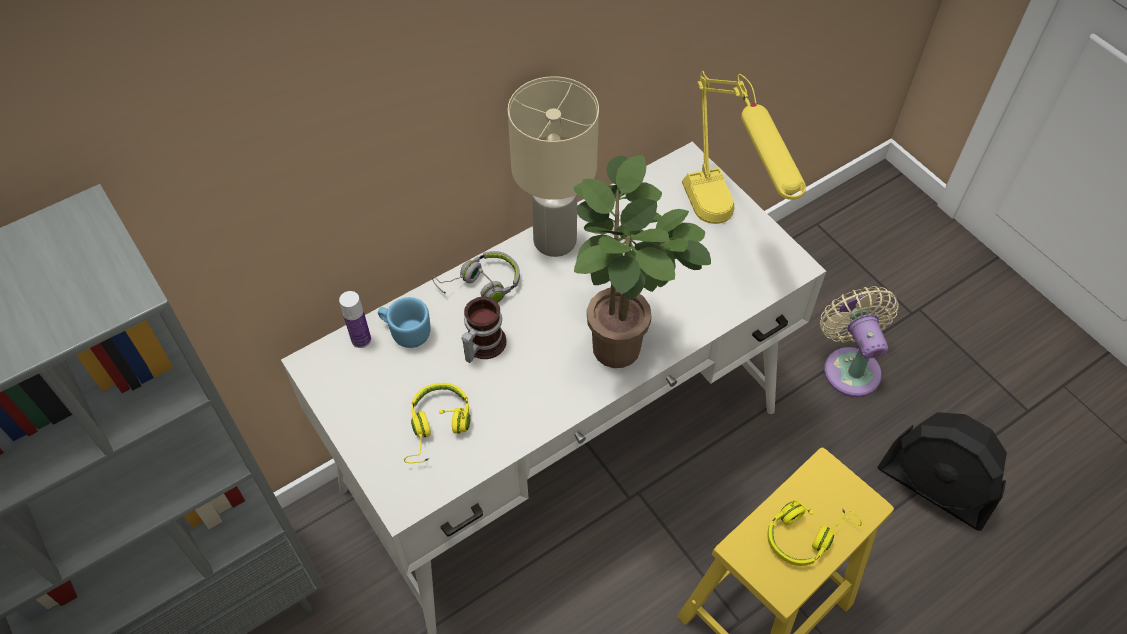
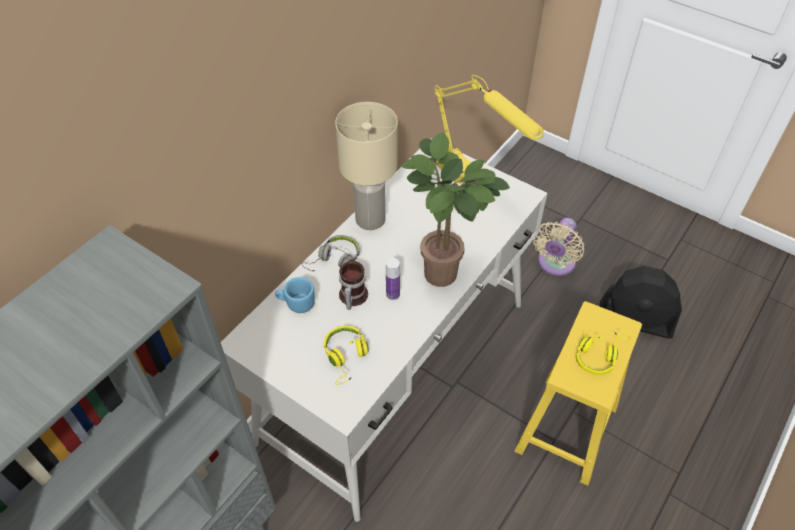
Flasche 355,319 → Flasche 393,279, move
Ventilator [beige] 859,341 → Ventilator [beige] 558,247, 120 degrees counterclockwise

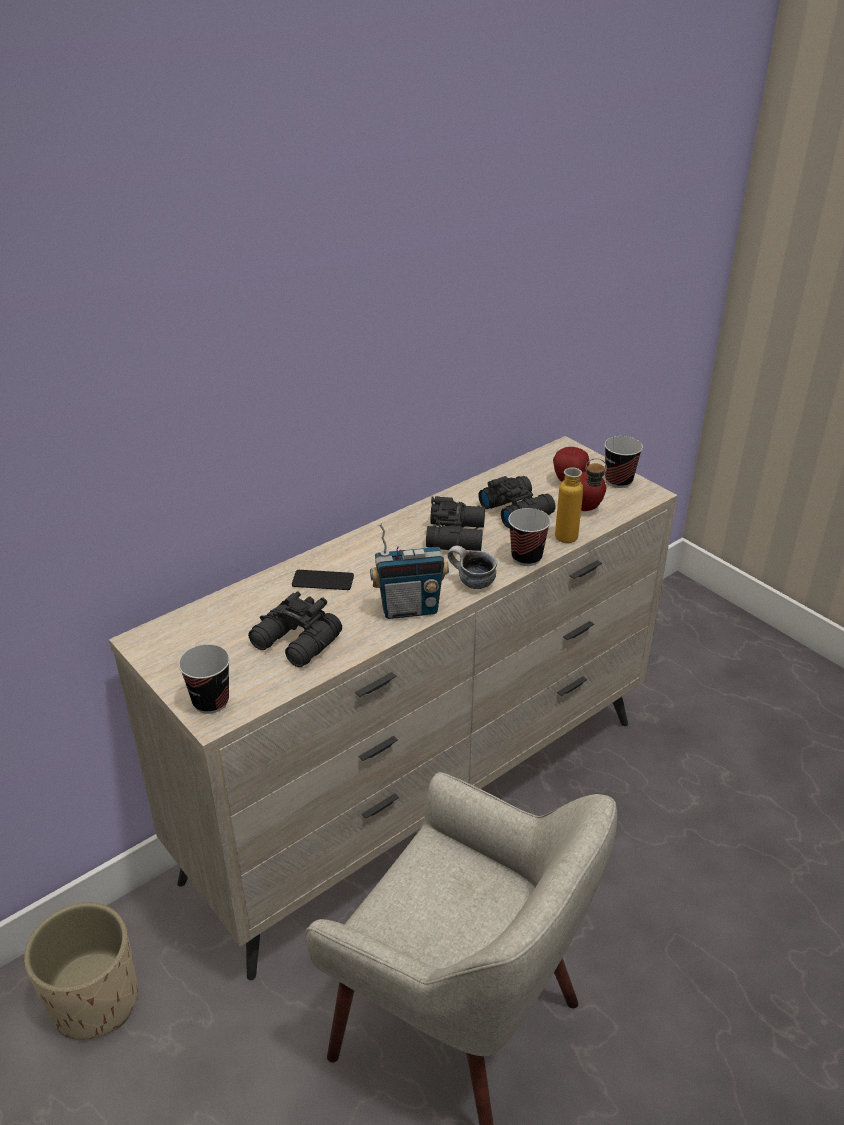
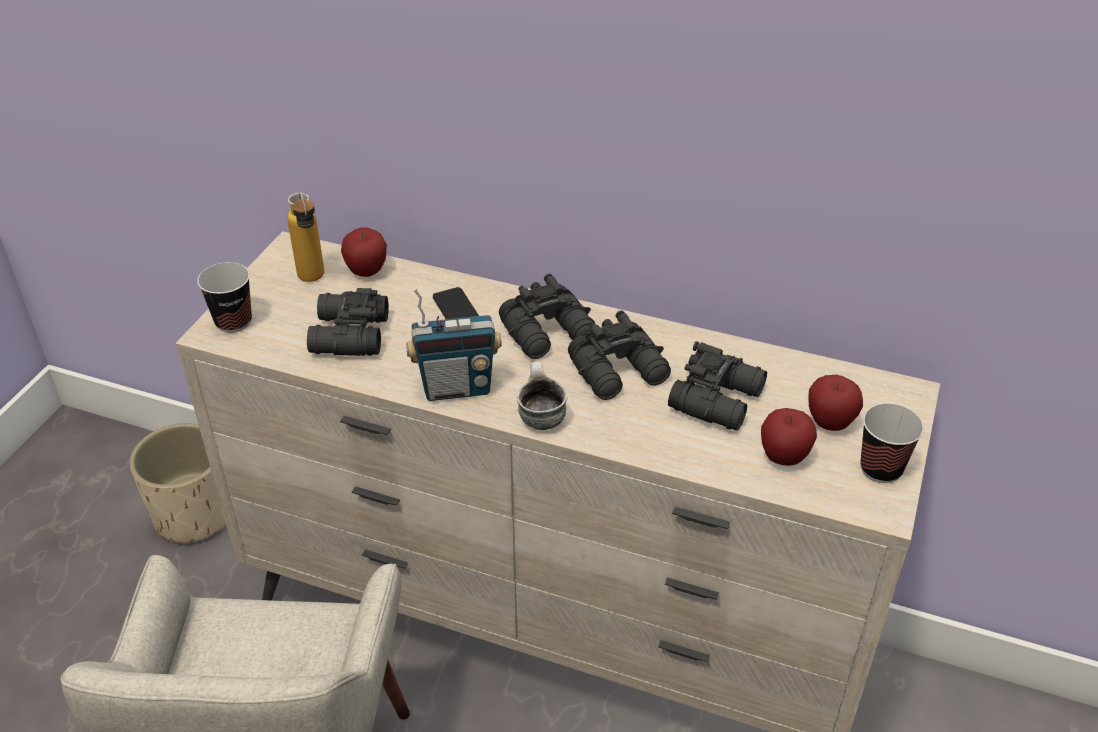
Flasche 581,500 → Flasche 306,237, move
- → Apfel 364,252
Radio 409,571 → Radio 454,344, 60 degrees counterclockwise
- → Fernglas [schwarz] 547,316
Tasse 529,537 → -

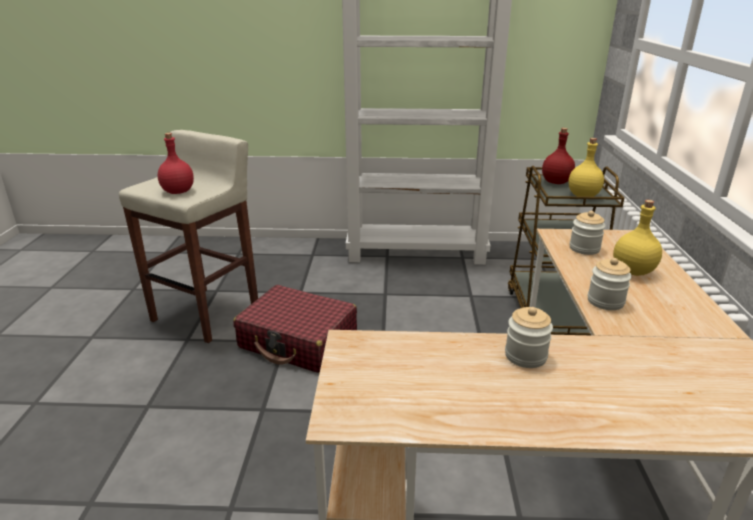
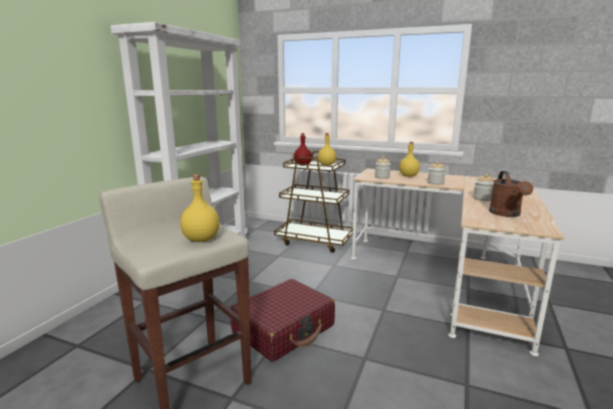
Flasche [rot] 176,163 → Flasche [gelb] 200,208
- → Gießkanne [braun] 511,194

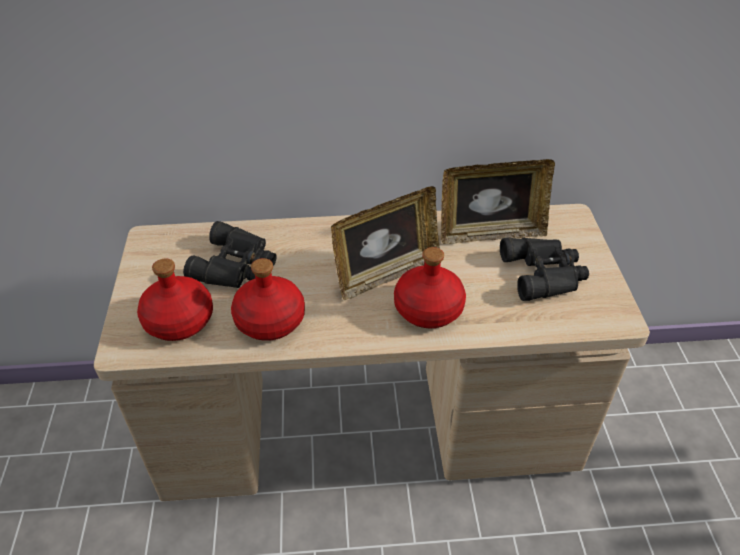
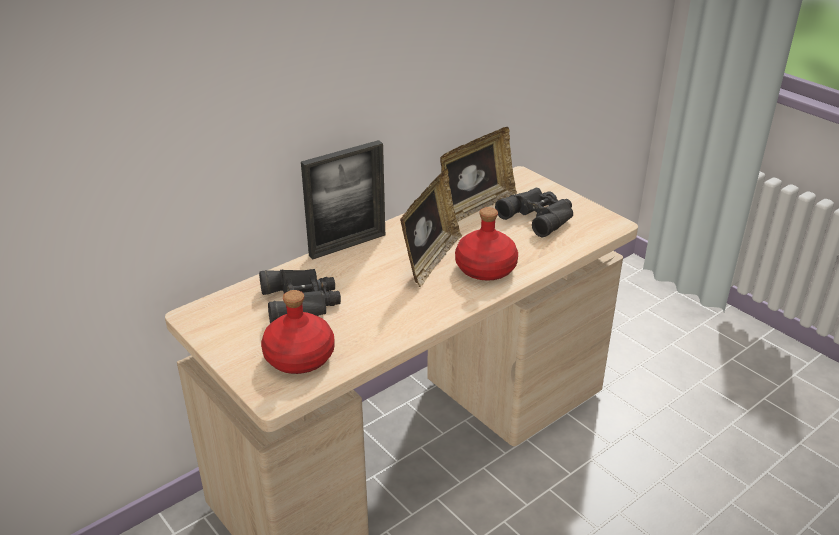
- → Bilderrahmen 343,199
Flasche [rot] 268,299 → -

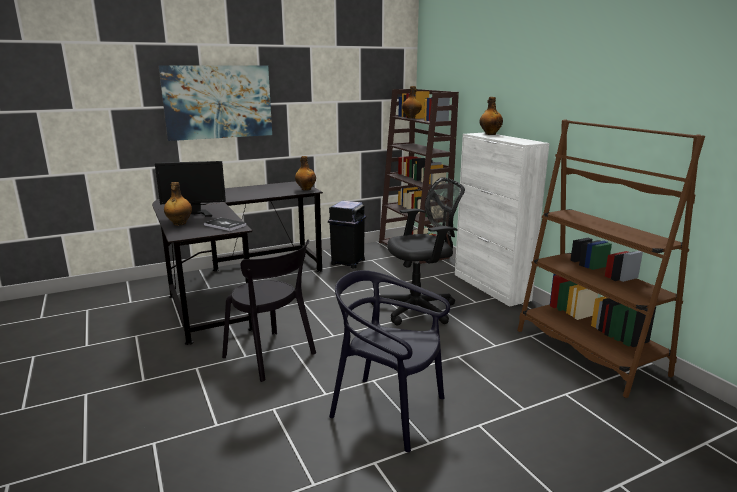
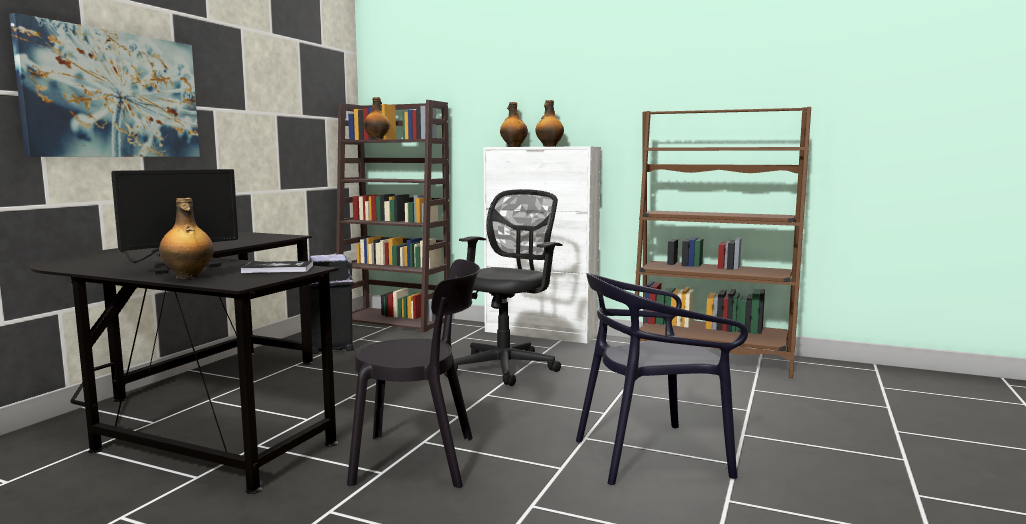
Flasche 305,173 → Flasche 549,123, move

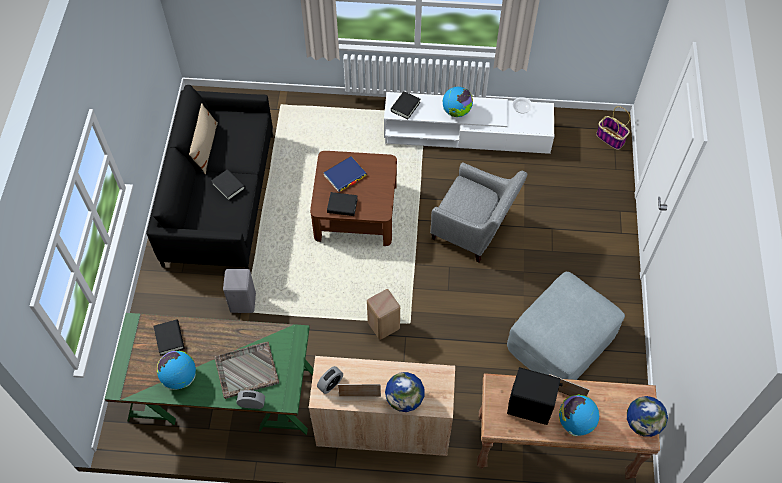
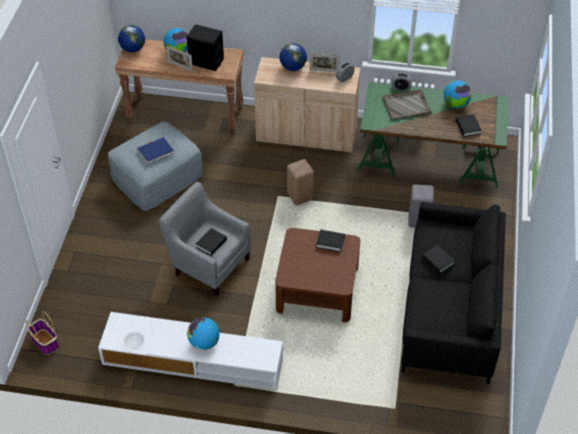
Buch [blau] 345,174 → Buch [blau] 156,150, move
Buch [schwarz] 405,105 → Buch [schwarz] 211,242, move
Kissen [beige] 203,138 → -

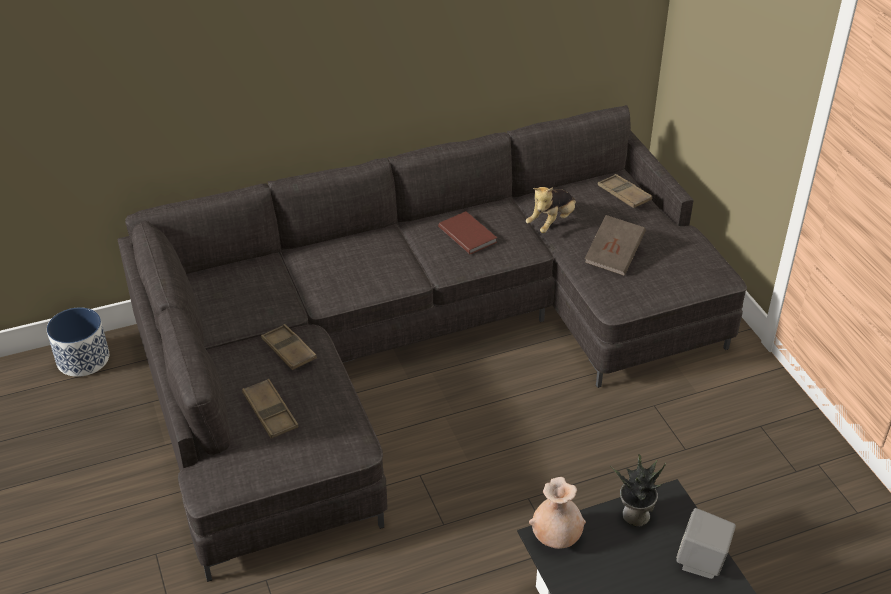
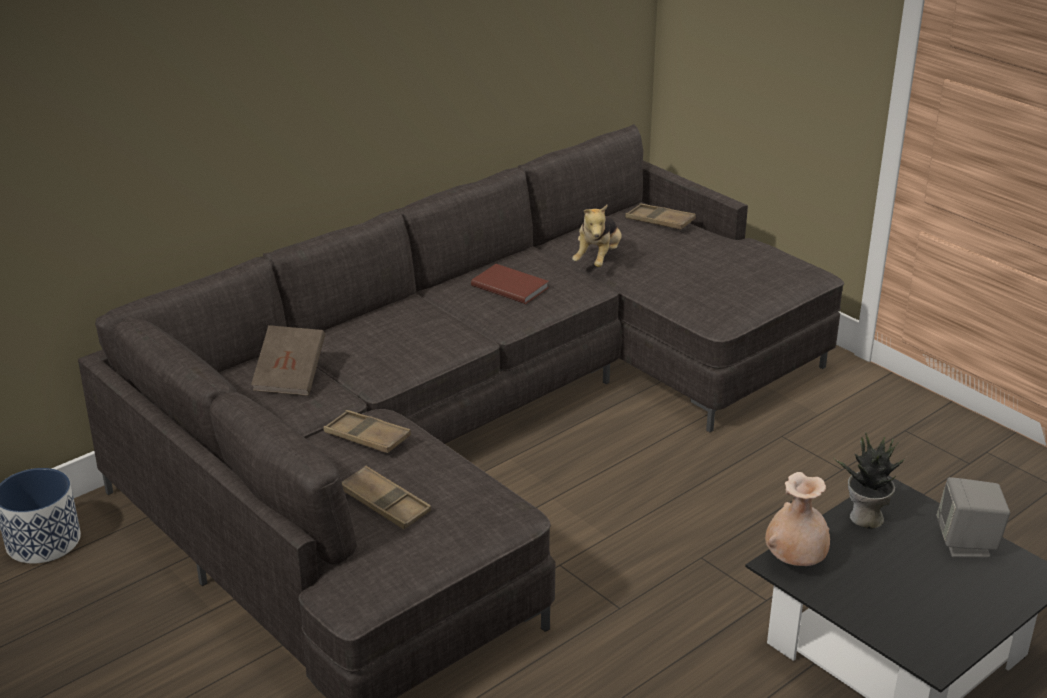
Buch [braun] 615,245 → Buch [braun] 288,360, move

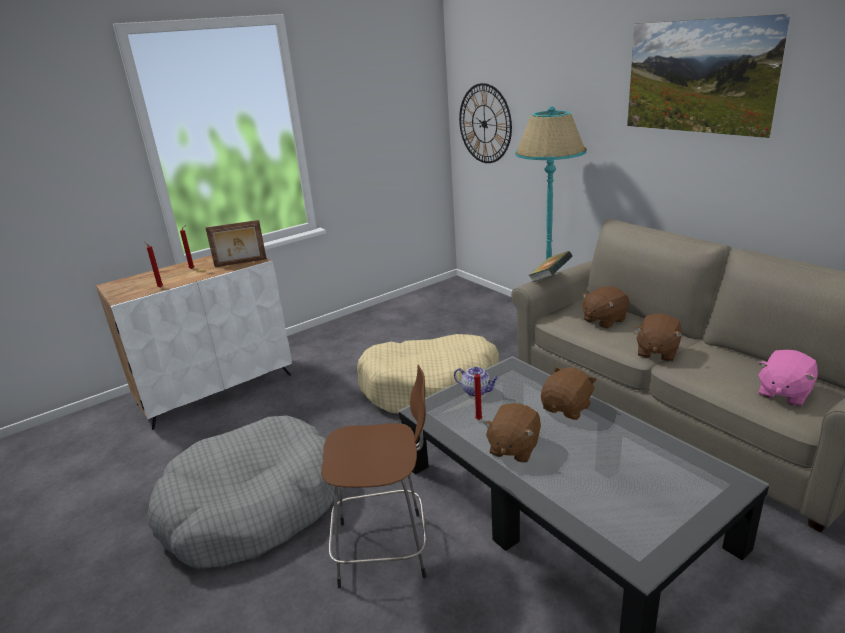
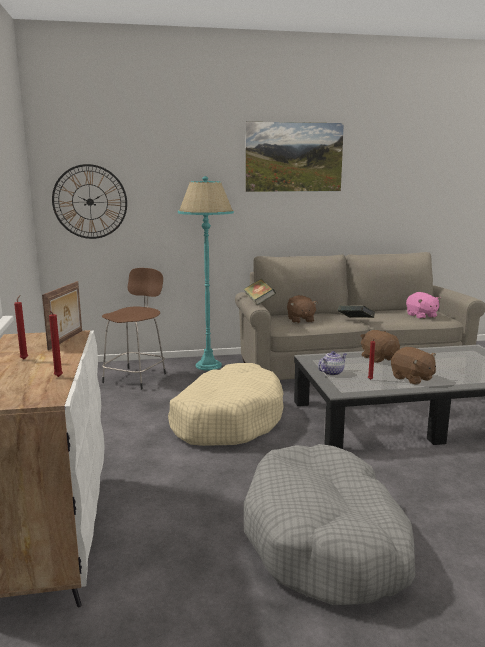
Hocker [braun] 374,476 → Hocker [braun] 134,329, move
Plüschtier [braun] 658,338 → Buch 357,312

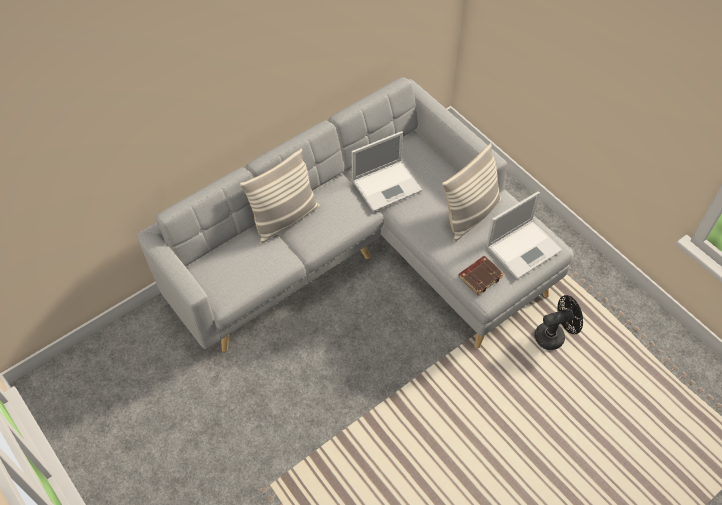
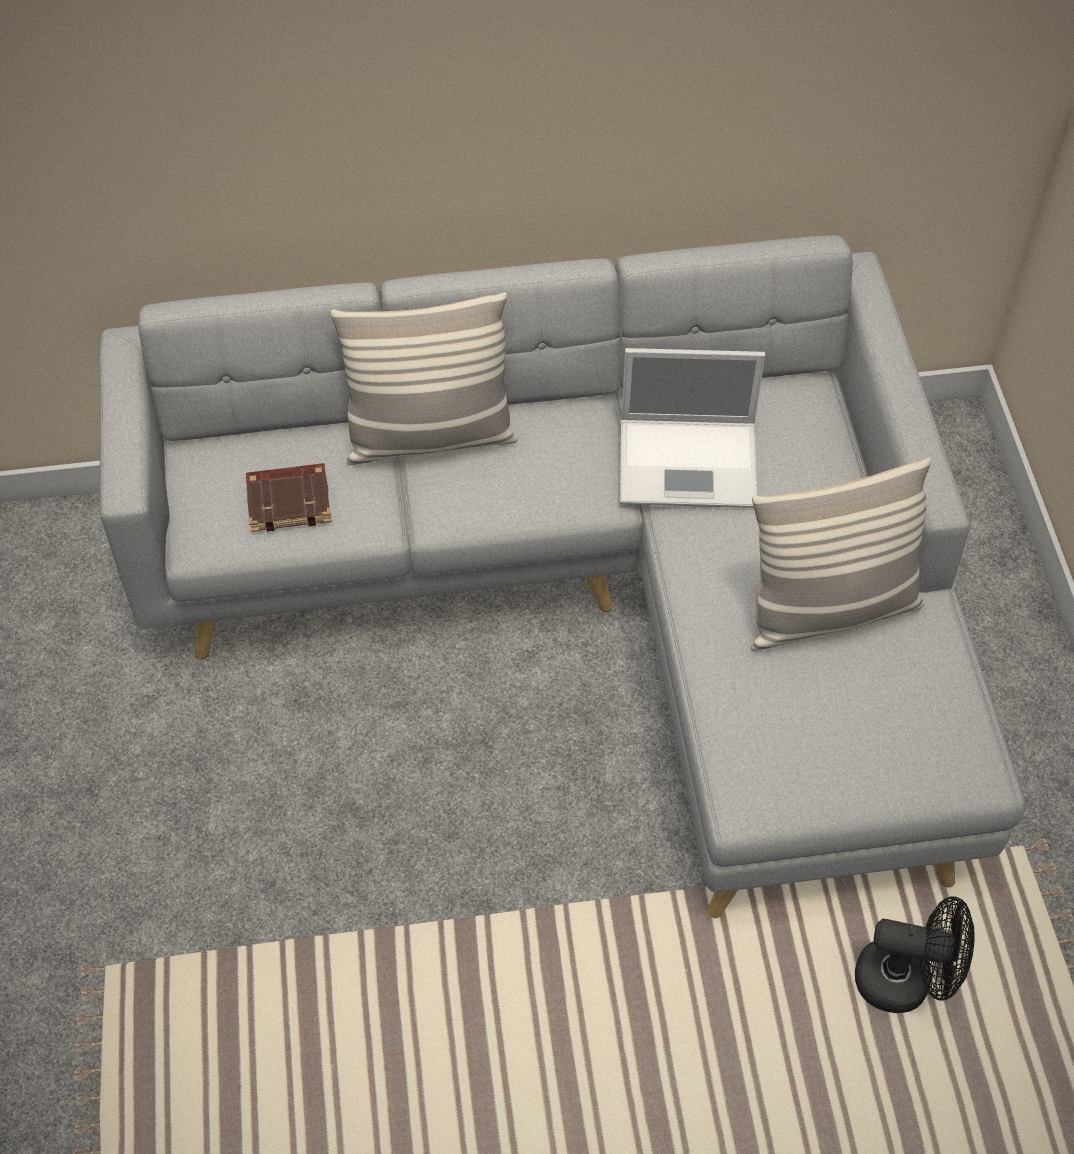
Buch [braun] 481,275 → Buch [braun] 289,497, move
Laptop 524,235 → -

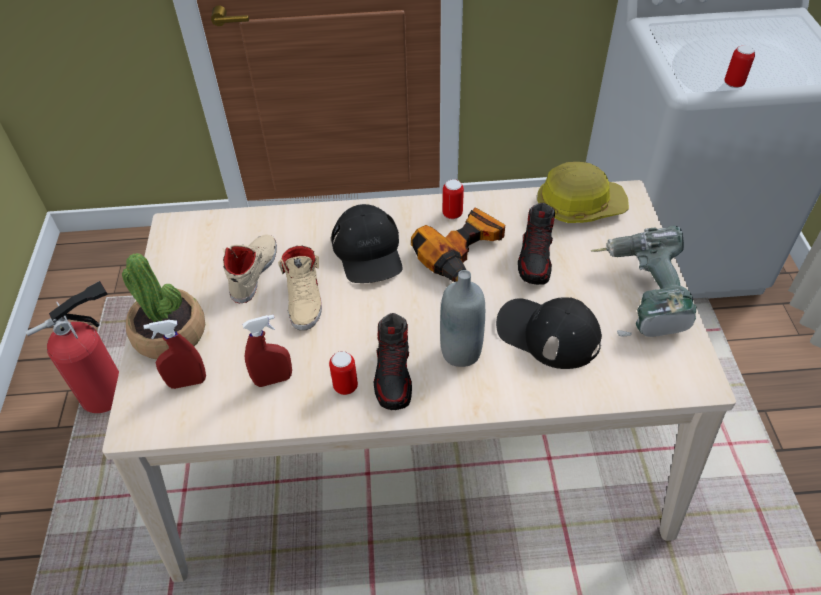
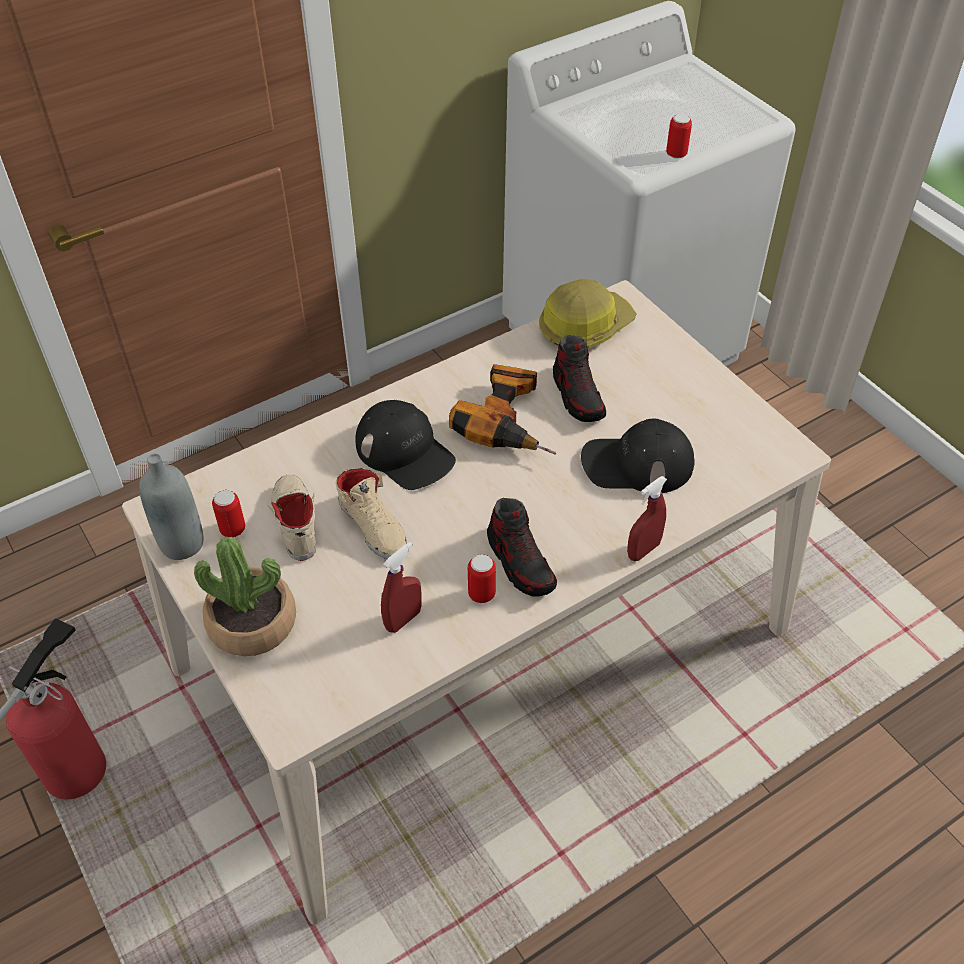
Flasche [grau] 462,318 → Flasche [grau] 171,507, move
Dose 453,199 → Dose 228,514, move
Sprühflasche [rot] 174,354 → Sprühflasche [rot] 647,518, move
Bohrmaschine 643,281 → -

